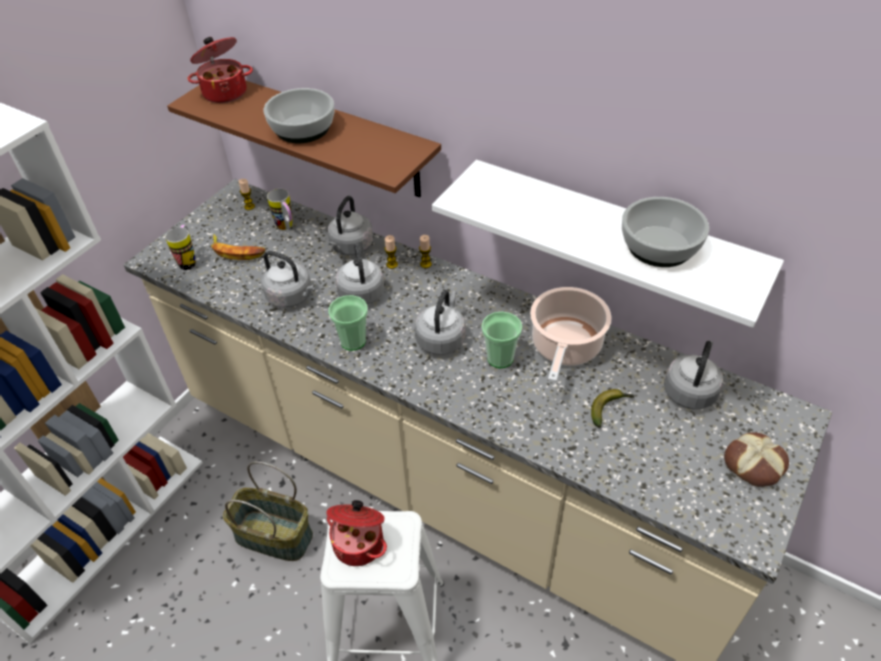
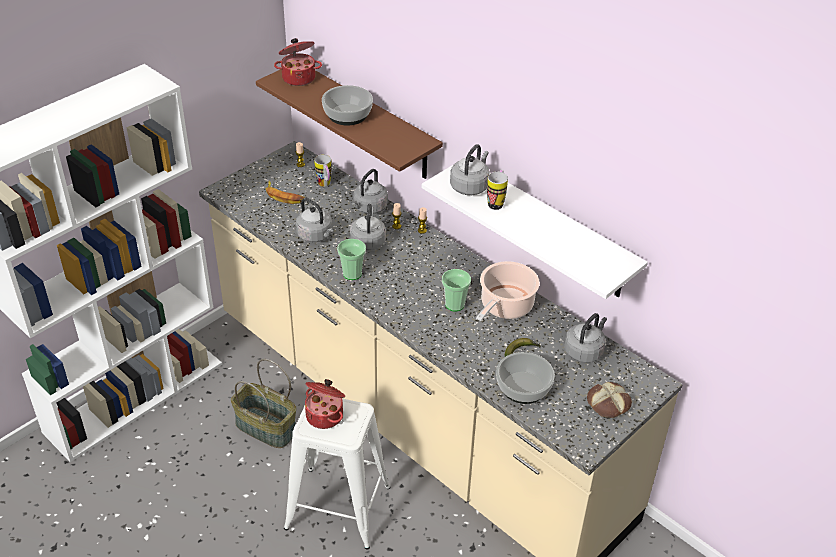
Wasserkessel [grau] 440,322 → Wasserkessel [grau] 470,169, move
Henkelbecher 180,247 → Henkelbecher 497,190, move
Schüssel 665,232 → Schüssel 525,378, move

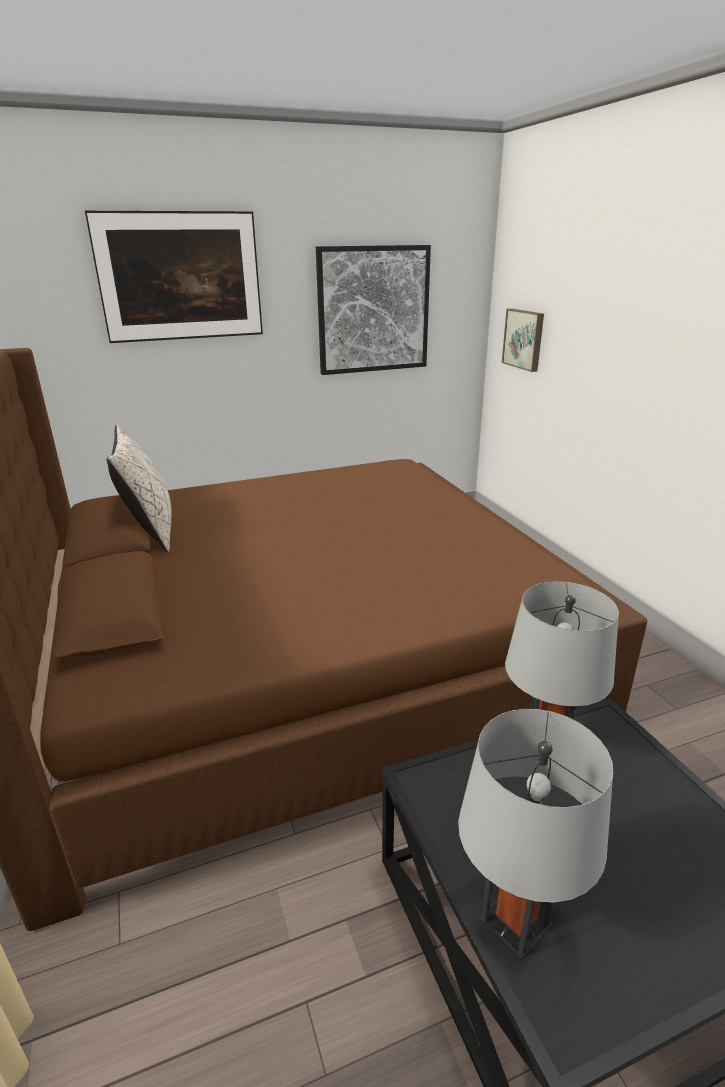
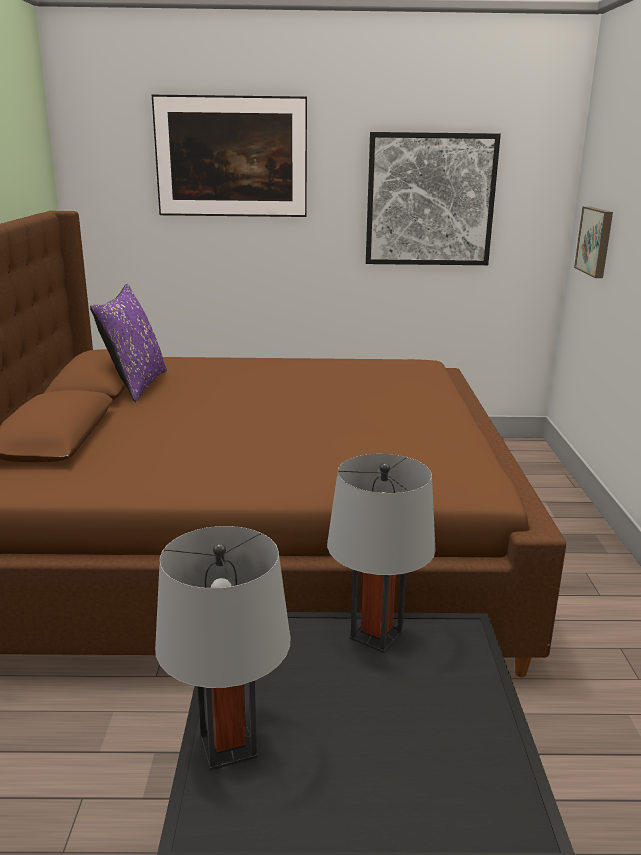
Kissen [beige] 138,488 → Kissen [lila] 128,343

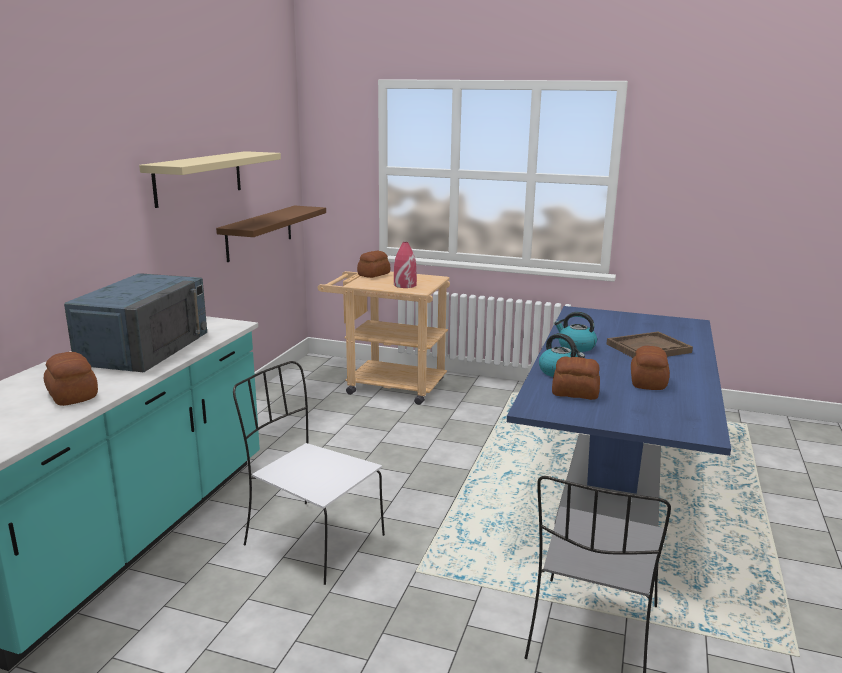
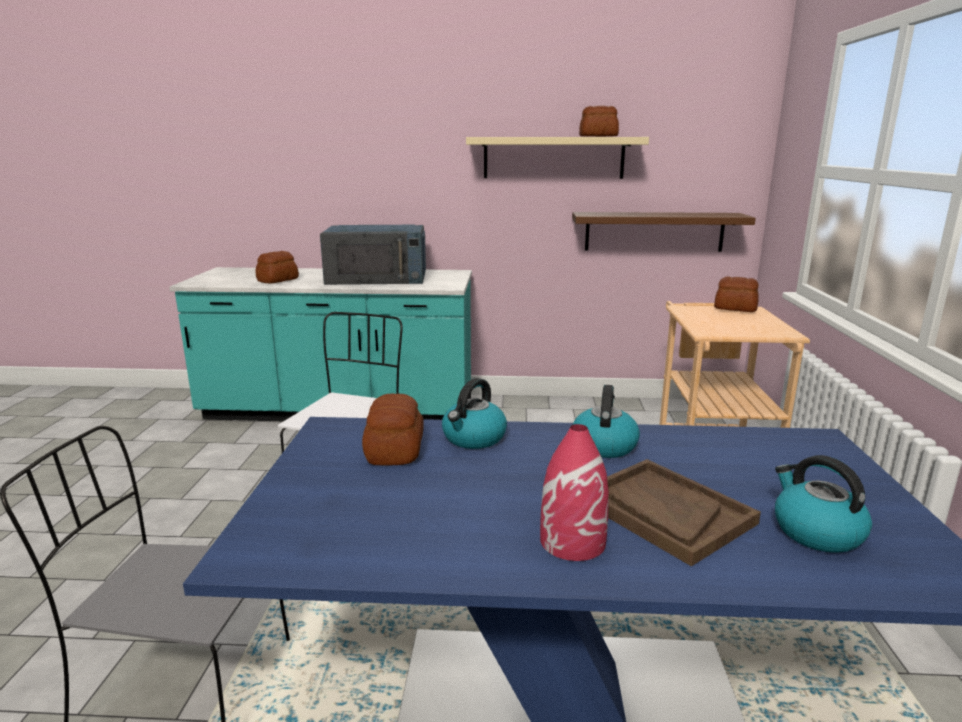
Vase [rot] 405,265 → Vase [rot] 574,492, move
Brot 650,368 → Brot 599,121, move
- → Wasserkessel 823,504

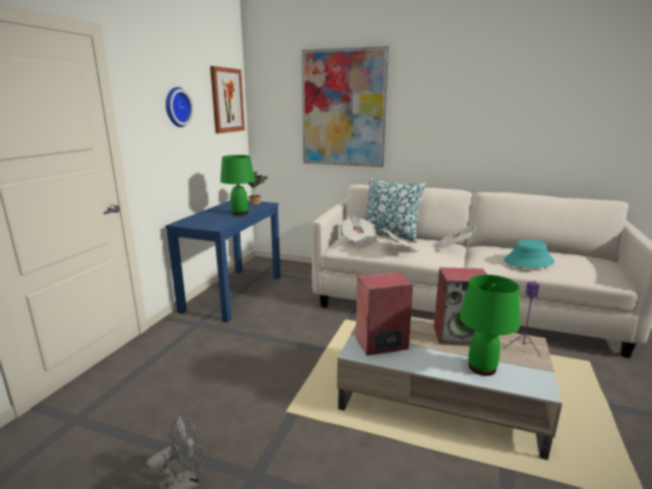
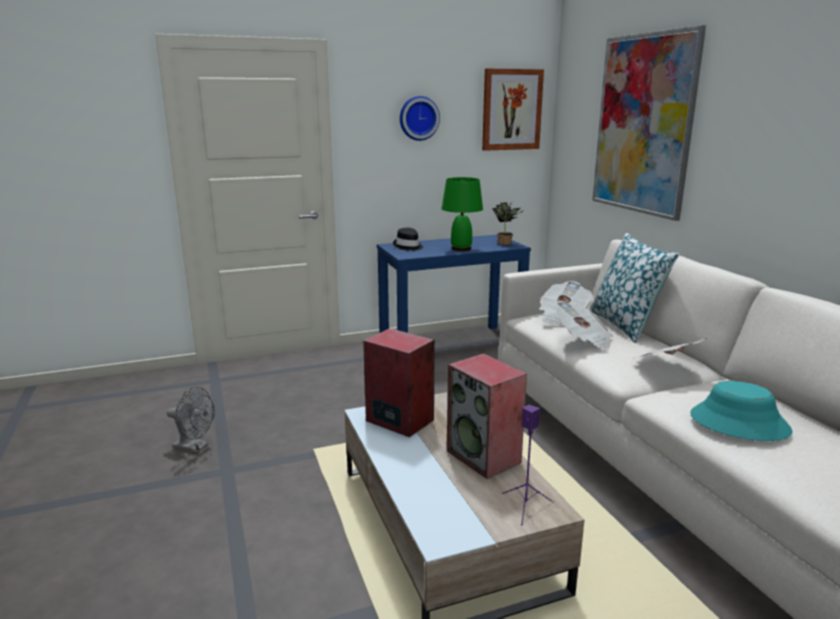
- → Hut [schwarz] 408,239
Tischlampe [grün] 489,325 → -

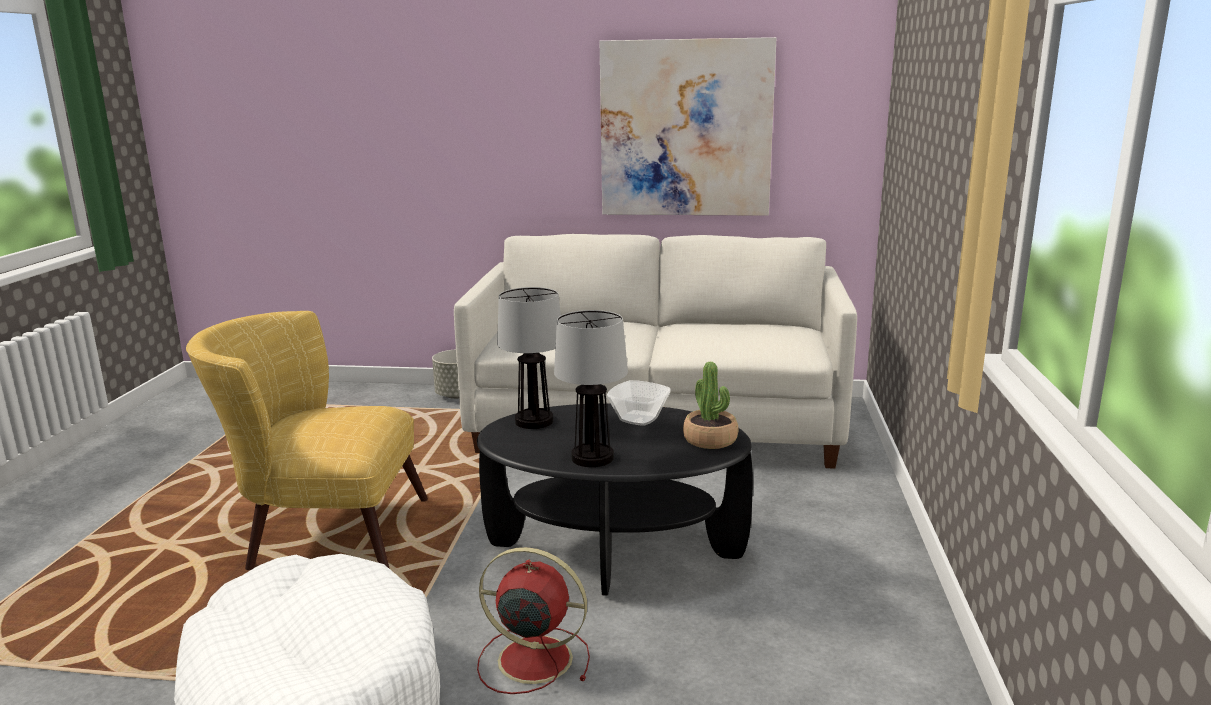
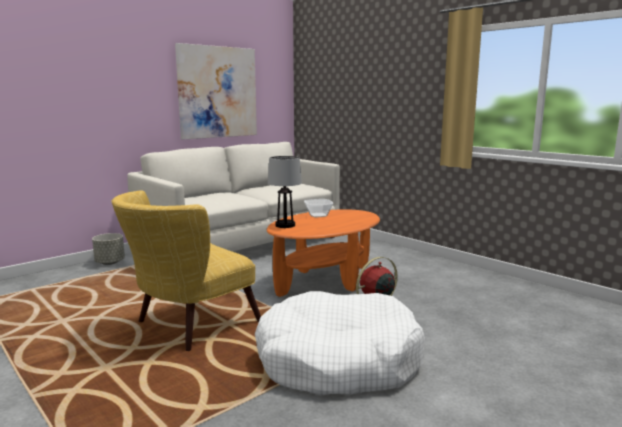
Couchtisch [schwarz] 615,499 → Couchtisch [orange] 323,253
Tischlampe 591,388 → -
Topfpflanze 710,405 → -

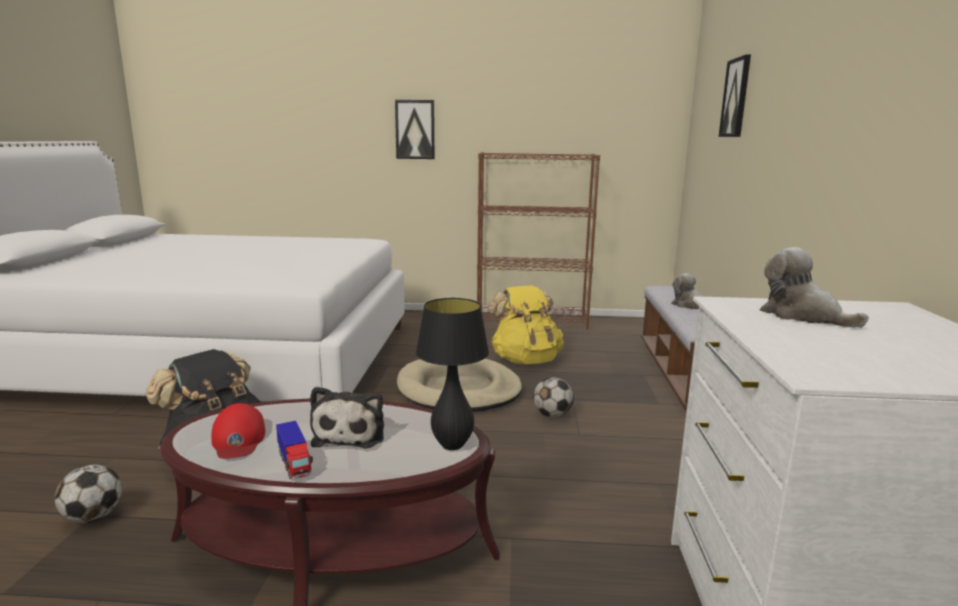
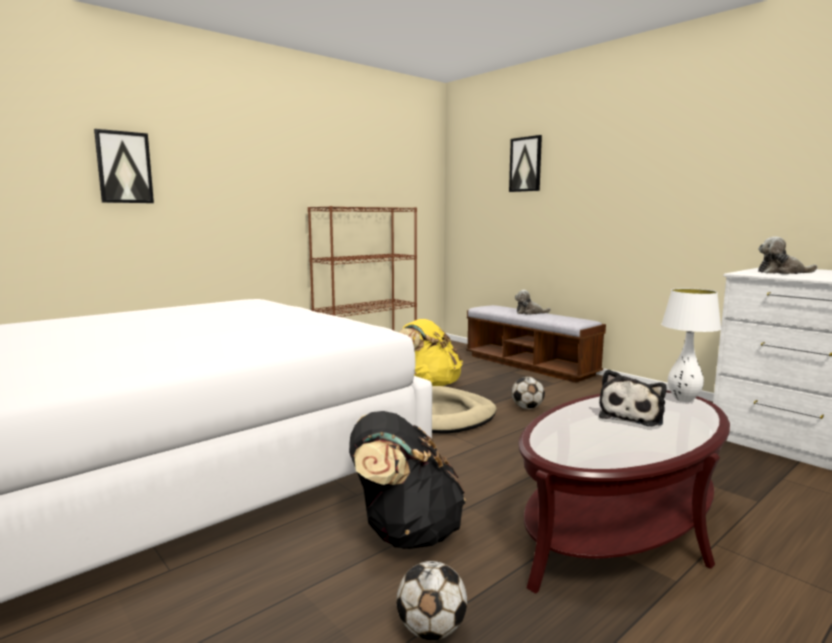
Bild 415,129 → Bild 124,166, move
Plüschtier 347,417 → Plüschtier 633,397, 75 degrees clockwise
Tischlampe [schwarz] 452,374 → Tischlampe [weiß] 691,345
Kappe [rot] 238,431 → -
Spielzeuglaster 294,450 → -

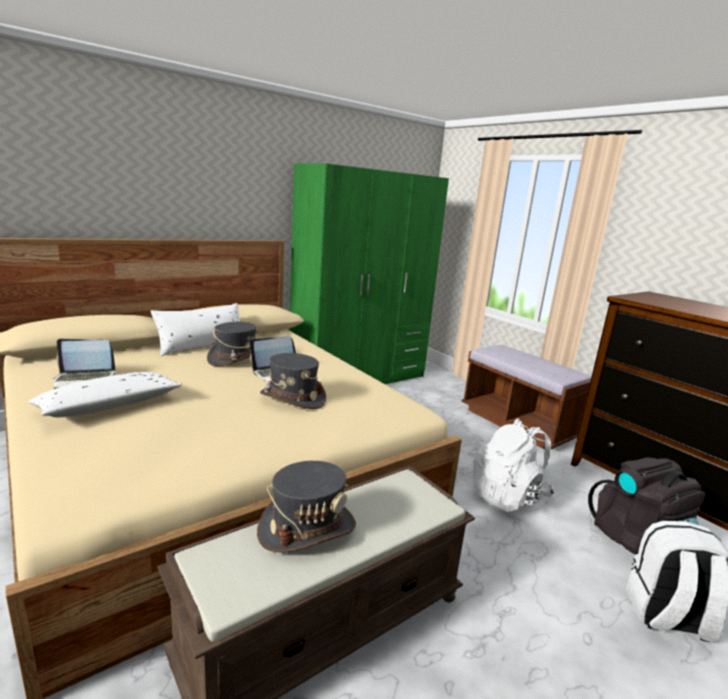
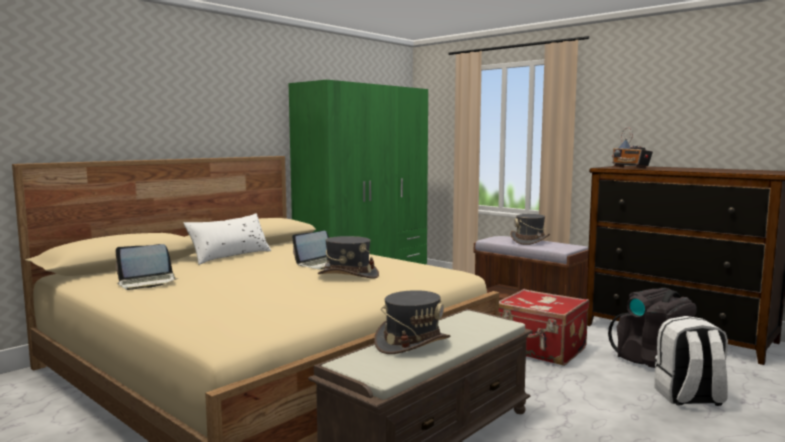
Rucksack [weiß] 513,465 → Koffer [rot] 544,327
Hut [grau] 233,344 → Hut [grau] 530,229, move
- → Radio 632,148
Kissen [weiß] 105,394 → -

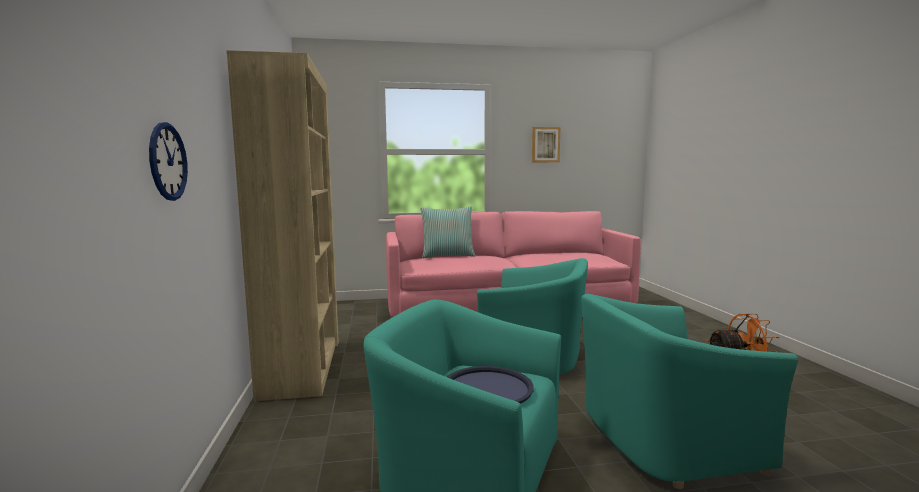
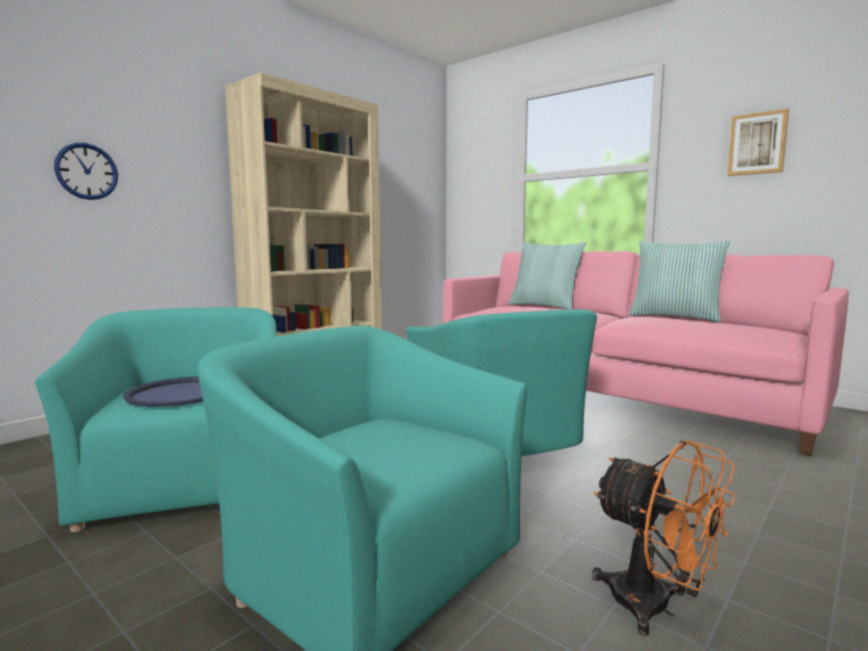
- → Kissen 679,281

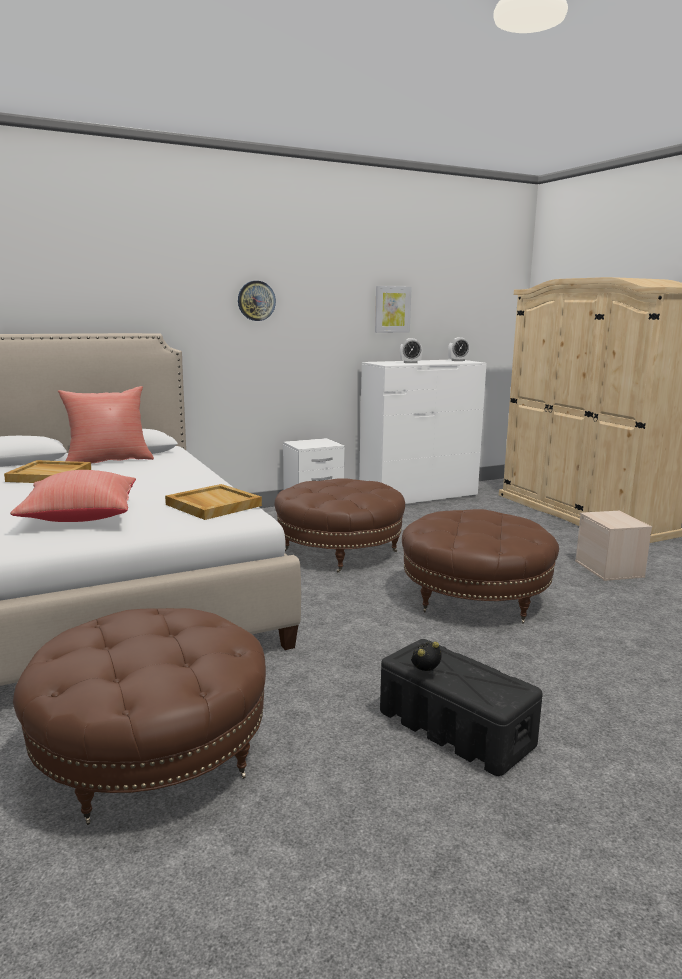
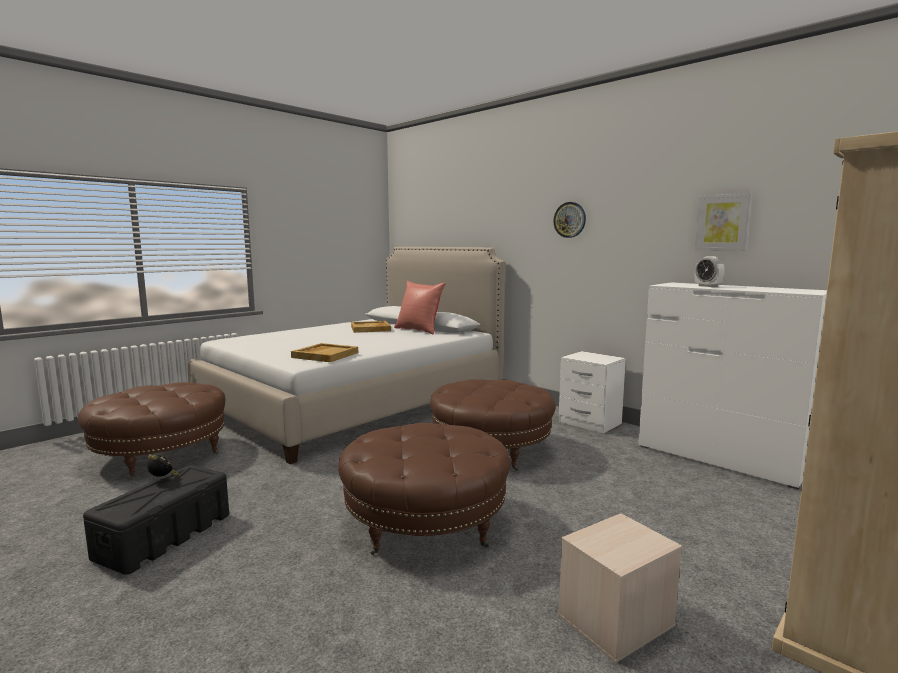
Kissen [rot] 73,496 → -
Wecker 459,349 → -

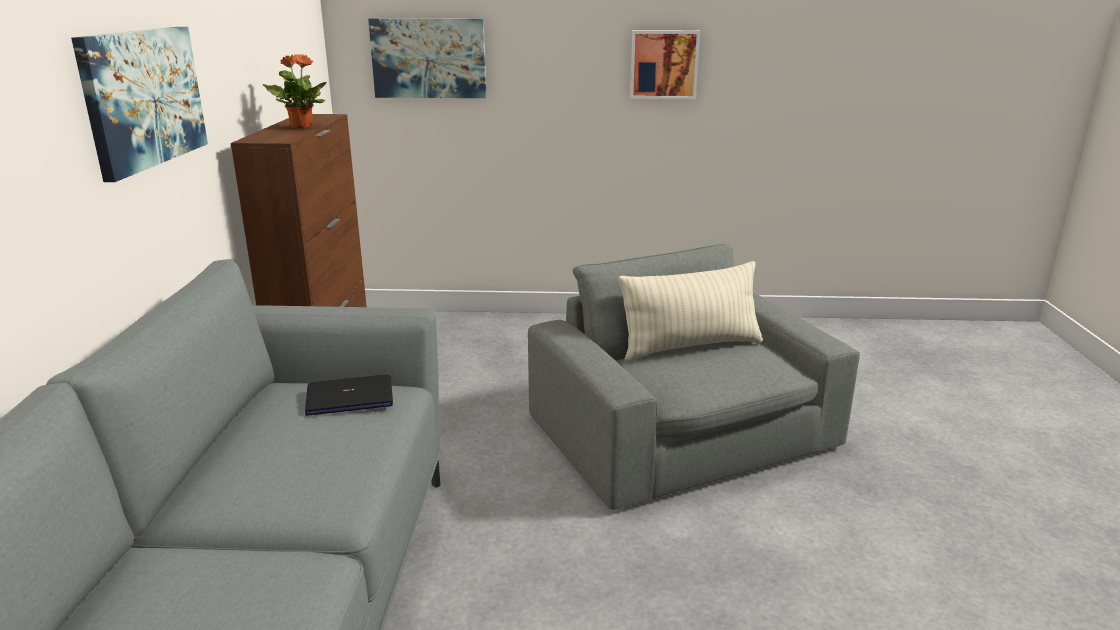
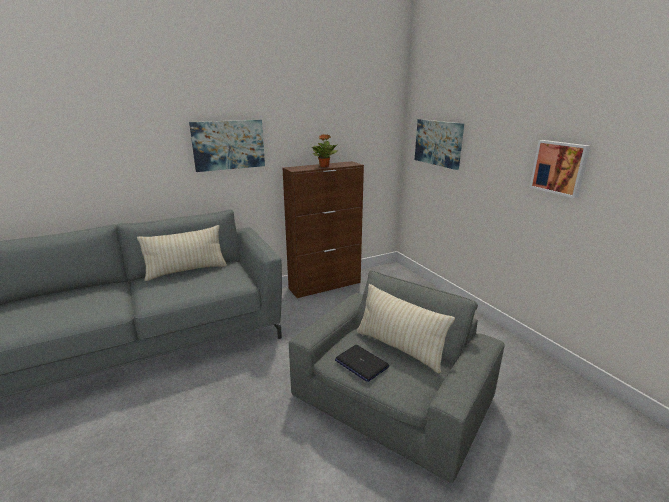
- → Kissen [beige] 182,253
Laptop 349,395 → Laptop 362,363, move

